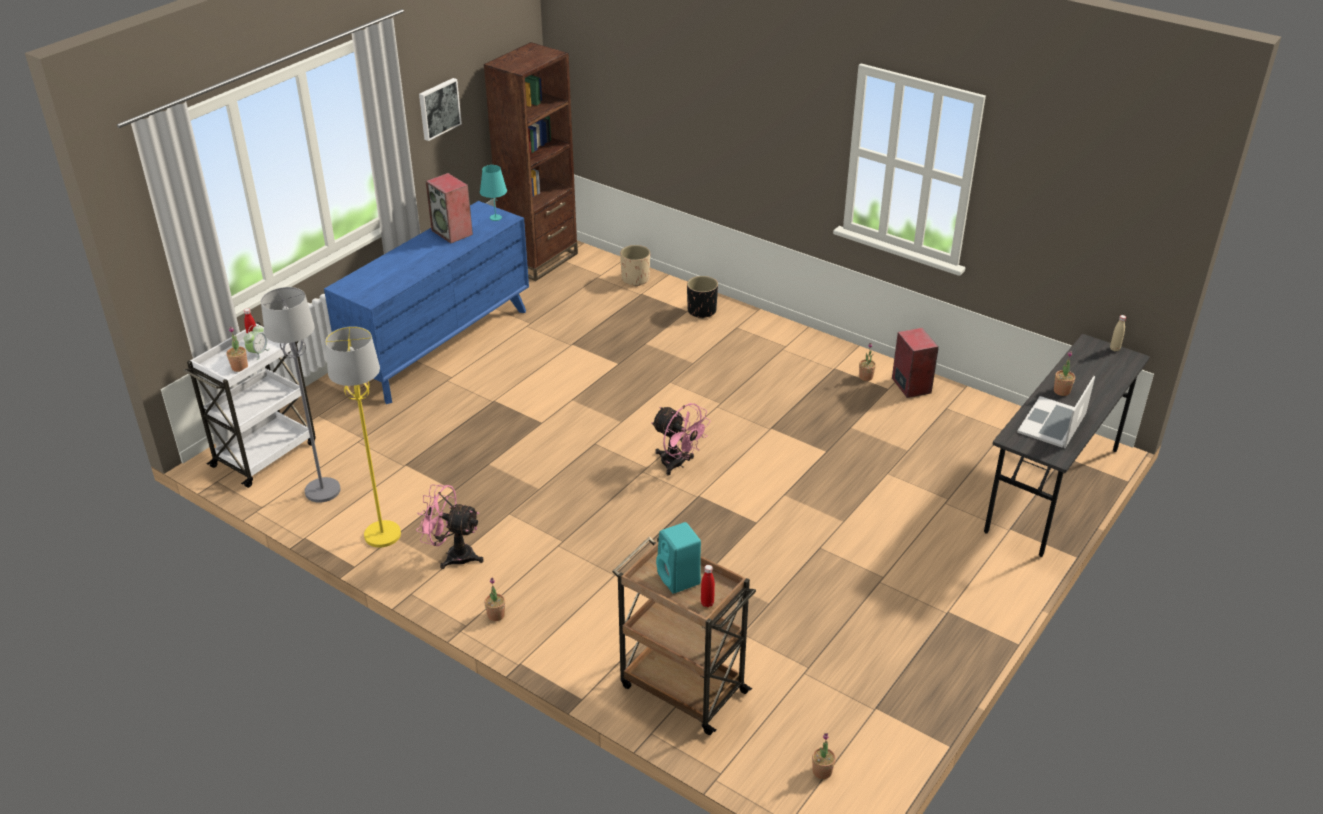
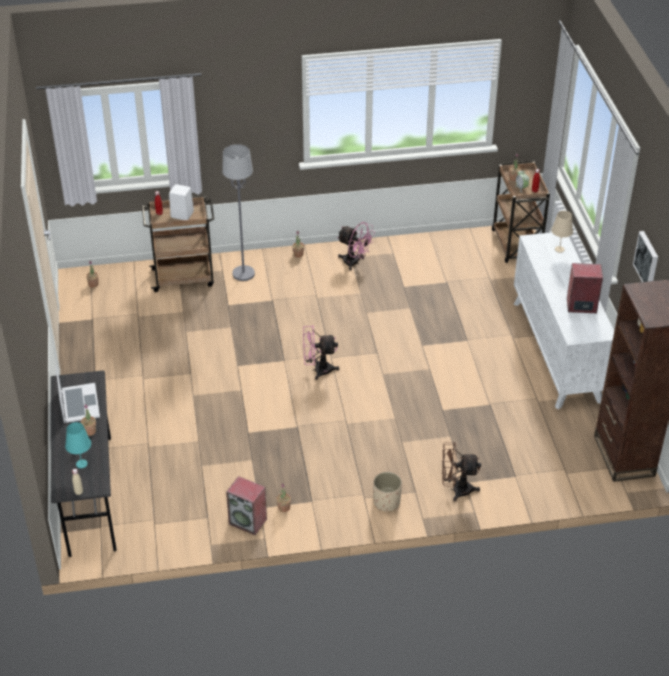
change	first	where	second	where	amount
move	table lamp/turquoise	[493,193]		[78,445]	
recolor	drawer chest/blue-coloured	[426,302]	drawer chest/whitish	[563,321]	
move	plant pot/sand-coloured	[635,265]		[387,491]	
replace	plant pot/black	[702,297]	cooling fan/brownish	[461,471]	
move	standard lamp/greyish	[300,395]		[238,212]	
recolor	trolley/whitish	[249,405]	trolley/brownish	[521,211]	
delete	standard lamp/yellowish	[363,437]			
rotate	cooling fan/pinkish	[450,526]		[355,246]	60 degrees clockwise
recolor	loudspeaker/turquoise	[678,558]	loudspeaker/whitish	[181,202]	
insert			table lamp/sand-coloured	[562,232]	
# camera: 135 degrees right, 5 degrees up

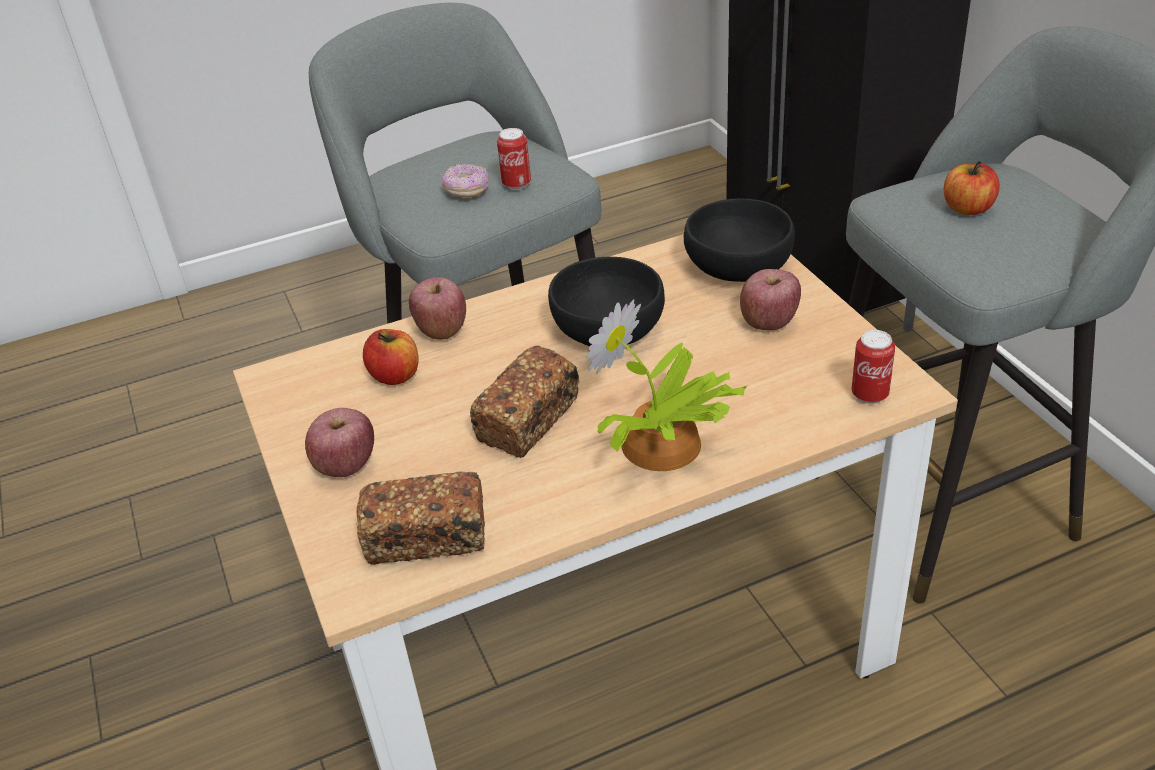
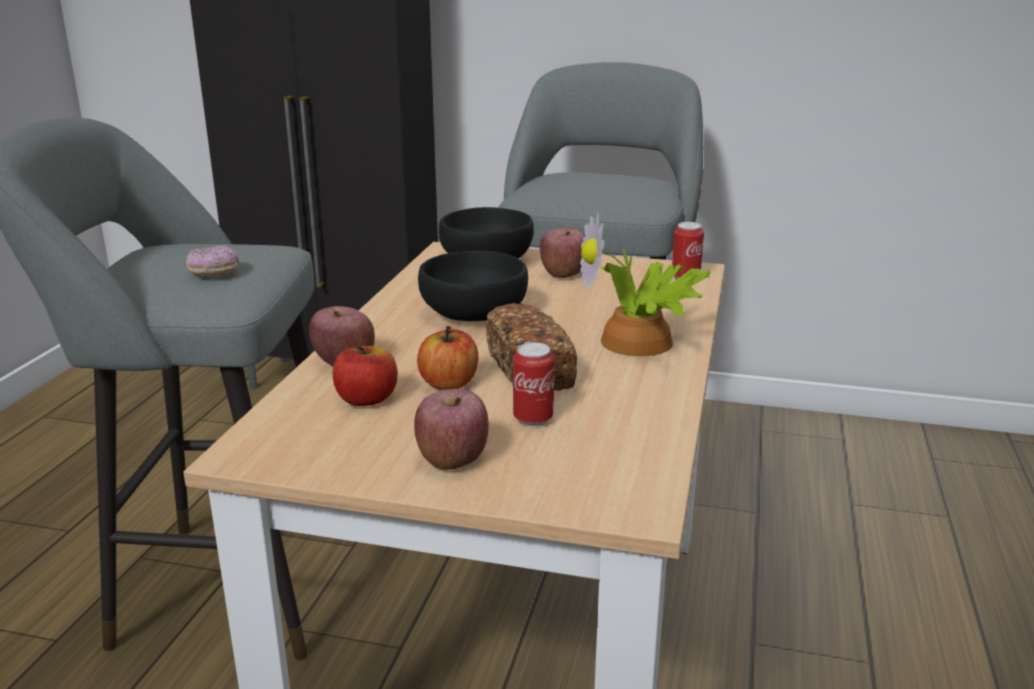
change	first	where	second	where	amount
move	sealed can	[514,159]		[534,384]	
move	apple fruit	[972,188]		[447,358]	
delete	baked bread	[421,518]			
# camera: 55 degrees left, 15 degrees down

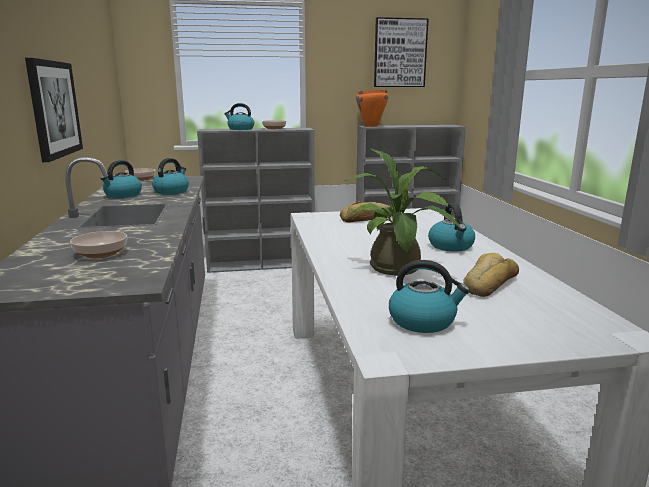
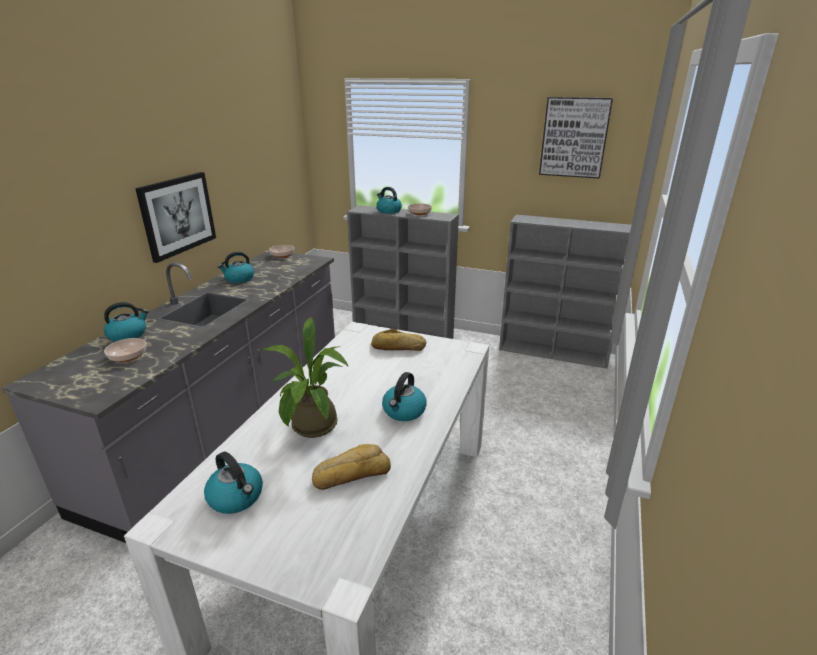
change	first	where	second	where	amount
delete	saucepot/orangey	[372,108]			
move	kettle	[170,176]		[126,322]	
# camera: 30 degrees right, 10 degrees up

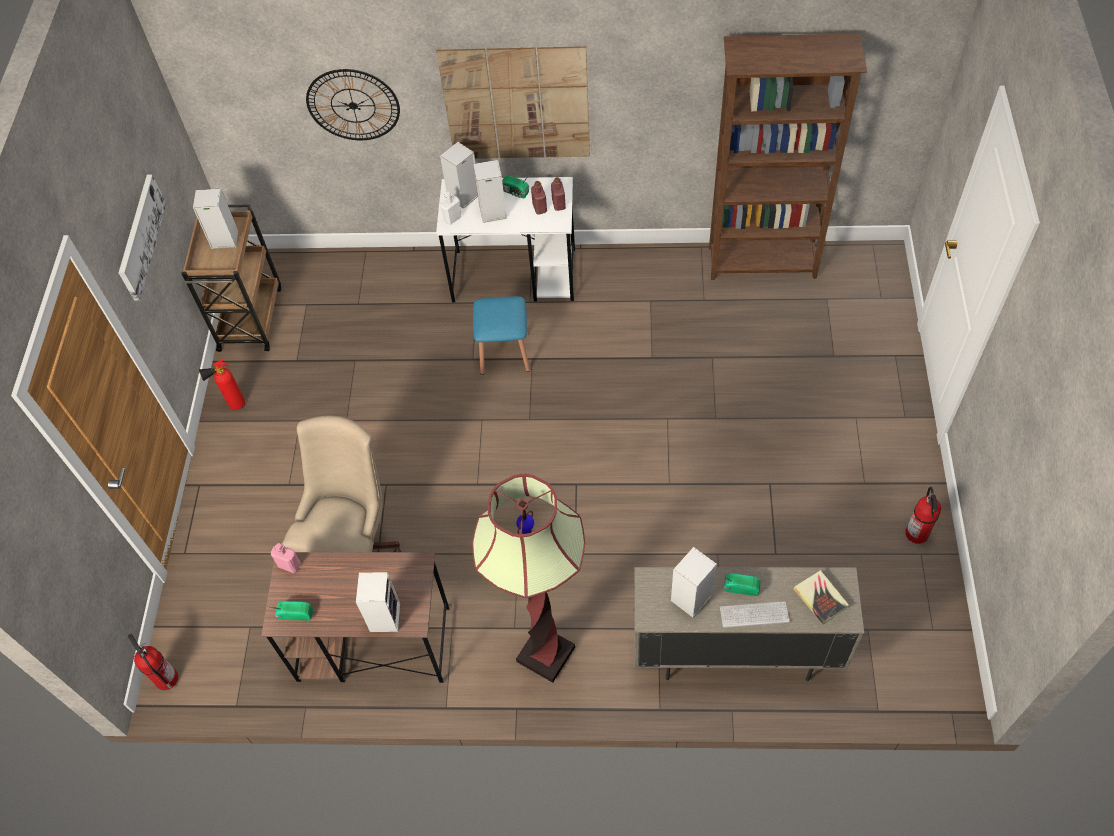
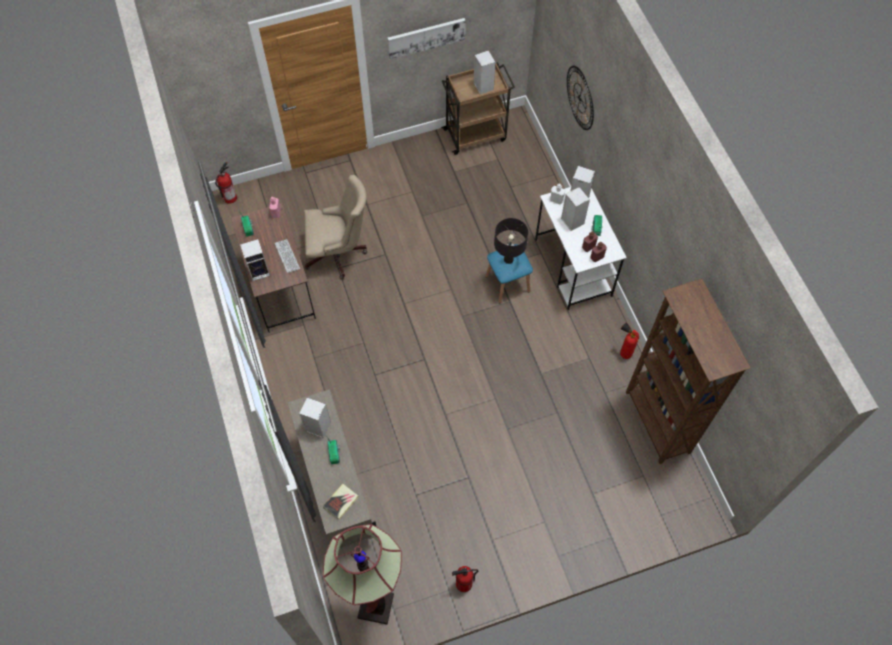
change	first	where	second	where	amount
delete	picture	[513,102]			
move	extinguisher	[222,385]		[630,340]	
move	standard lamp	[528,578]		[362,574]	
move	PC keyboard	[755,614]		[287,256]	
insert			table lamp/black	[511,241]	
# camera: 65 degrees right, 5 degrees up

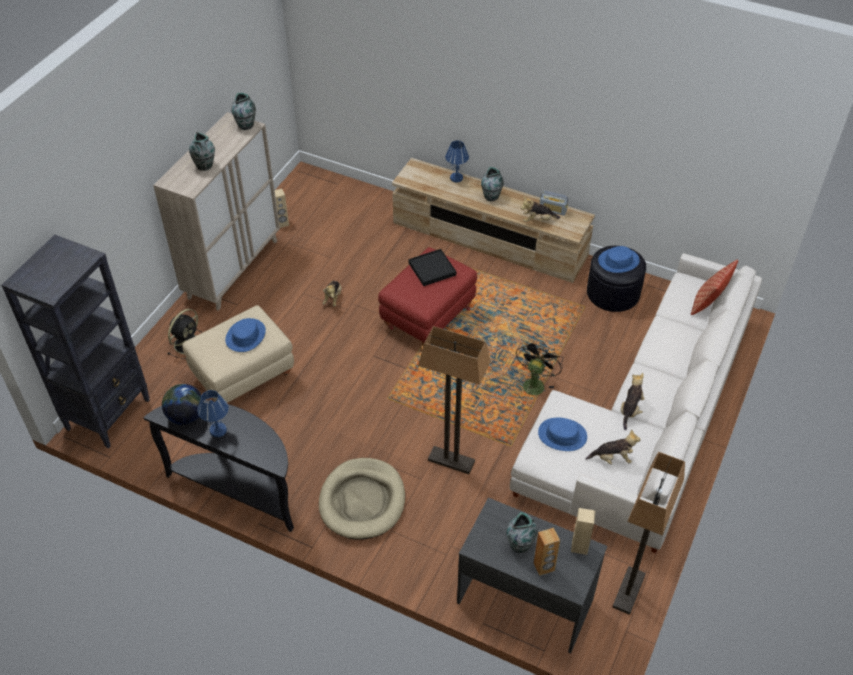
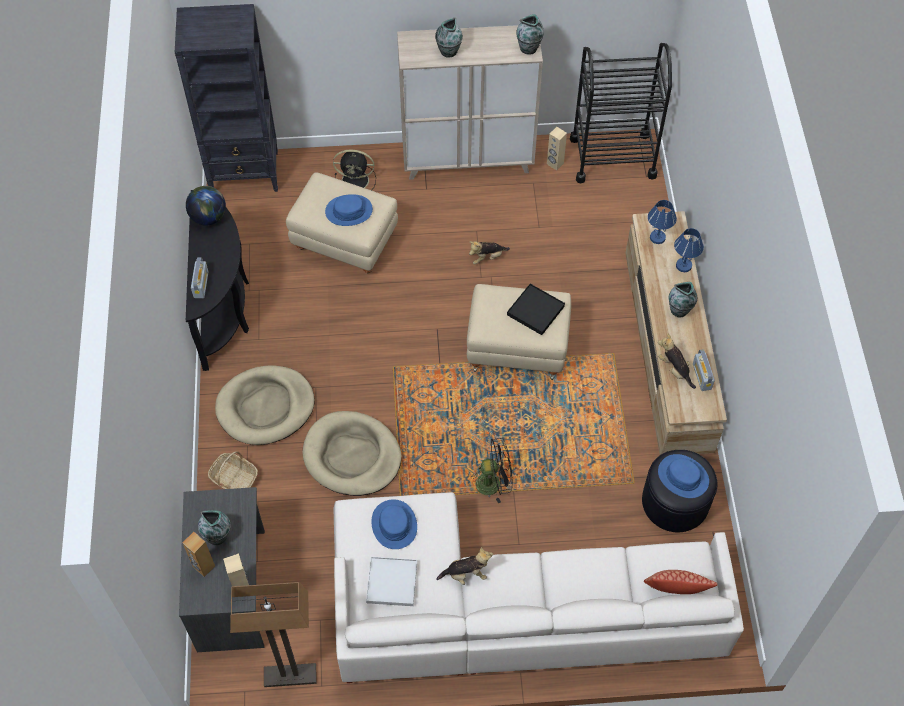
change	first	where	second	where	amount
recolor	footrest/red	[427,296]	footrest/sand-coloured	[519,332]	
replace	standard lamp	[454,400]	pet bed/sand-coloured	[352,453]	
move	table lamp/blue-coloured	[213,413]		[662,222]	
replace	plush toy	[613,447]	serving tray/whitish	[391,581]	
insert			trolley/black	[621,113]	
insert			radio set	[200,277]	
insert			basket	[233,470]	
# camera: 60 degrees right, 10 degrees up

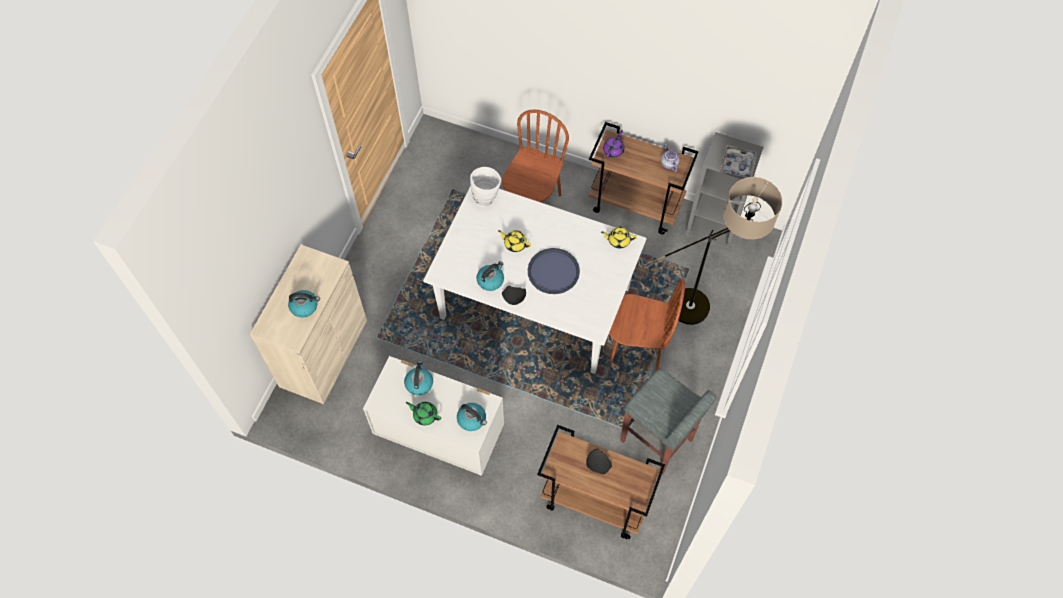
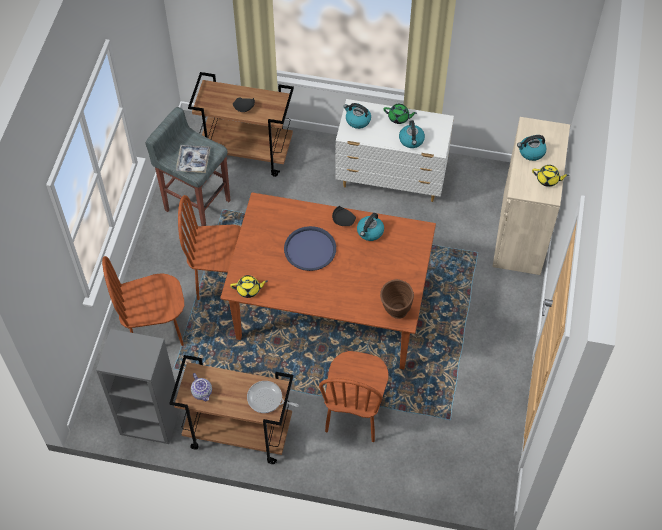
change	first	where	second	where	amount
replace	teapot/purplish	[613,144]	pan	[273,397]	
move	serving tray	[738,161]		[193,159]	
recolor	decorative vase/whitish	[485,187]	decorative vase/brownish	[397,299]	
replace	standard lamp	[719,251]	chair/brownish	[143,301]	
recolor	dining table/whitish	[535,280]	dining table/brownish	[328,281]	
move	teapot/yellowish	[514,241]		[550,176]	
# camera: 170 degrees right, 5 degrees down

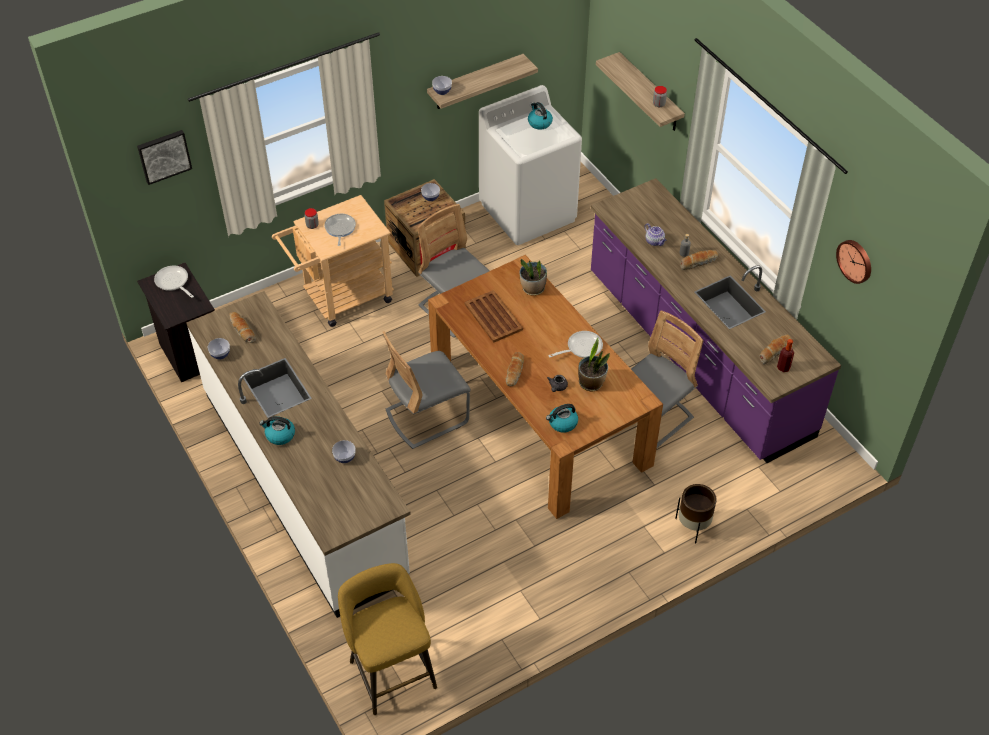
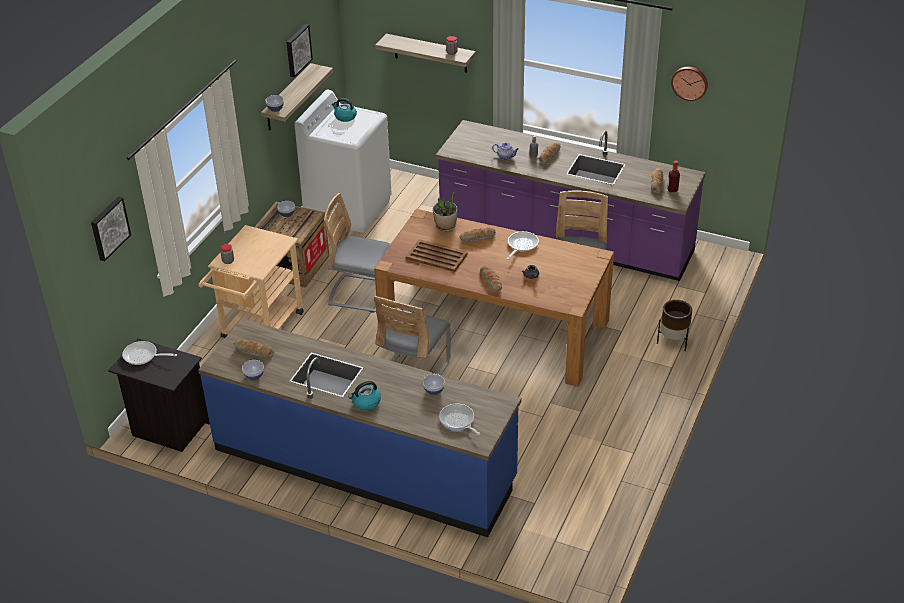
change	first	where	second	where	amount
move	pan	[340,230]		[459,419]	
recolor	kitchen counter/whitish	[298,454]	kitchen counter/blue-coloured	[359,427]	
delete	potted plant	[594,364]			
delete	kettle	[562,418]			
delete	sitting stool/yellowish	[387,639]			
insert			picture	[300,50]	
insert			baked bread	[477,234]	
# camera: 35 degrees left, 10 degrees down

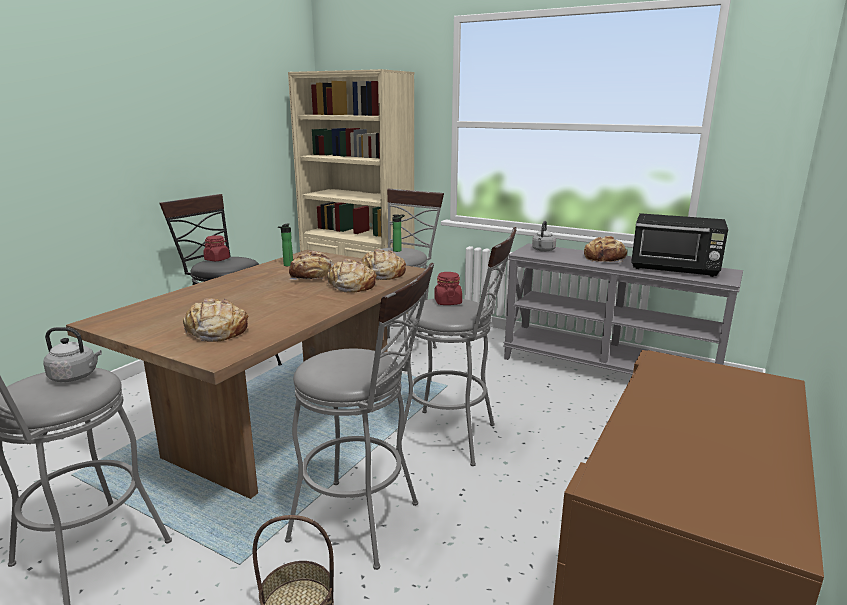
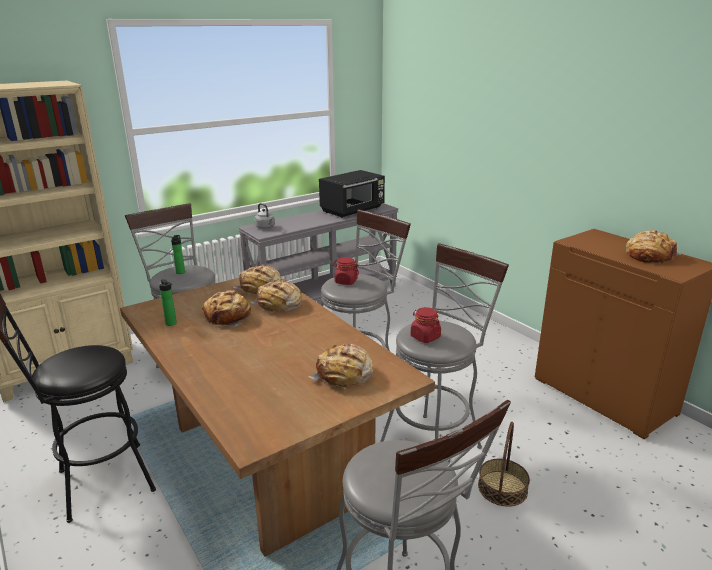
change	first	where	second	where	amount
move	storage jar/red	[216,248]		[426,325]	
move	baked bread	[605,249]		[653,247]	
delete	kettle/greyish	[72,354]			
# camera: 65 degrees left, 5 degrees up

